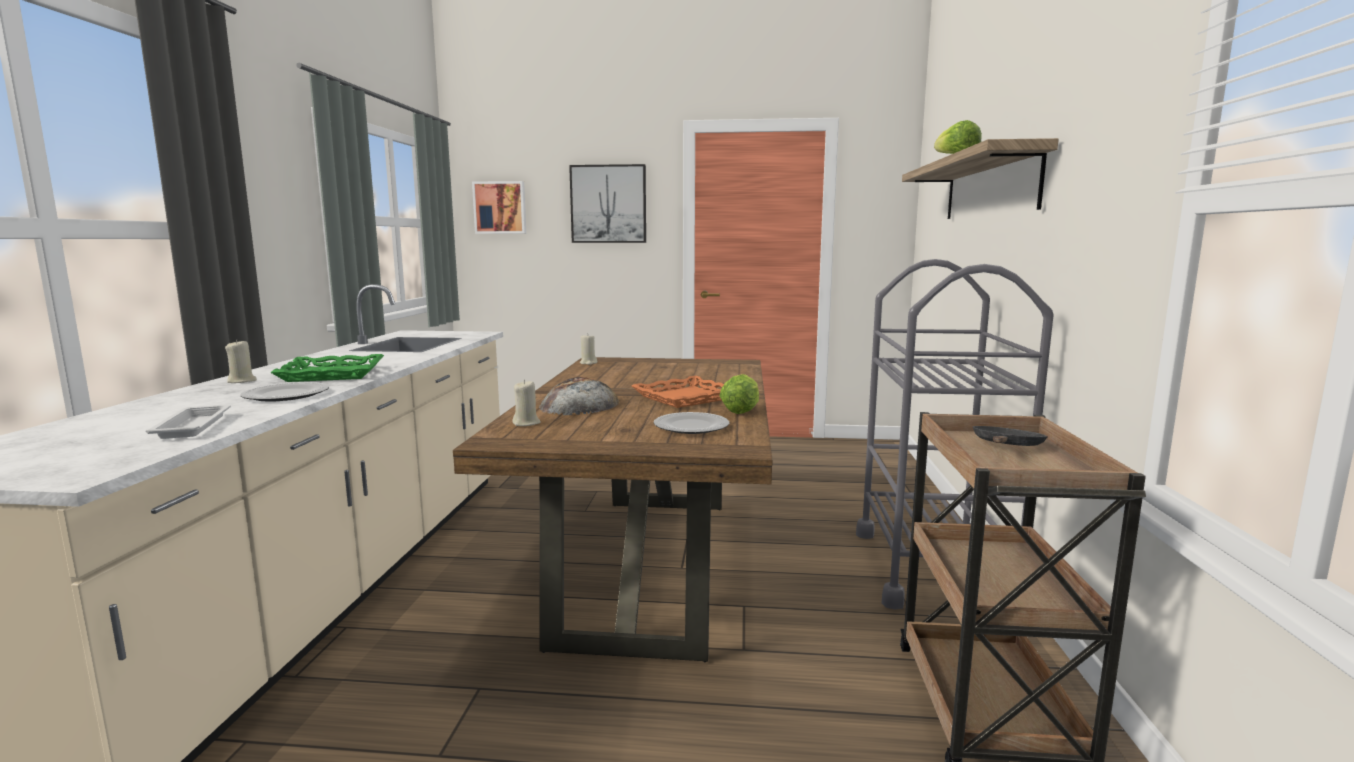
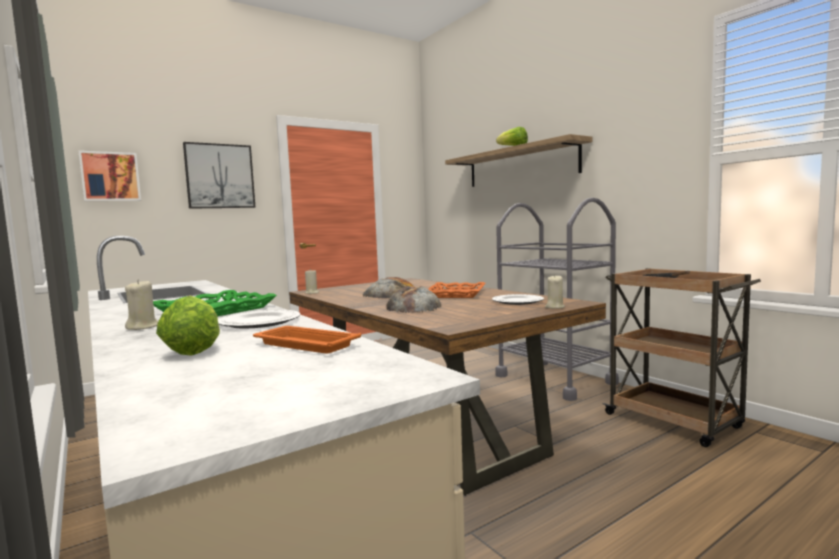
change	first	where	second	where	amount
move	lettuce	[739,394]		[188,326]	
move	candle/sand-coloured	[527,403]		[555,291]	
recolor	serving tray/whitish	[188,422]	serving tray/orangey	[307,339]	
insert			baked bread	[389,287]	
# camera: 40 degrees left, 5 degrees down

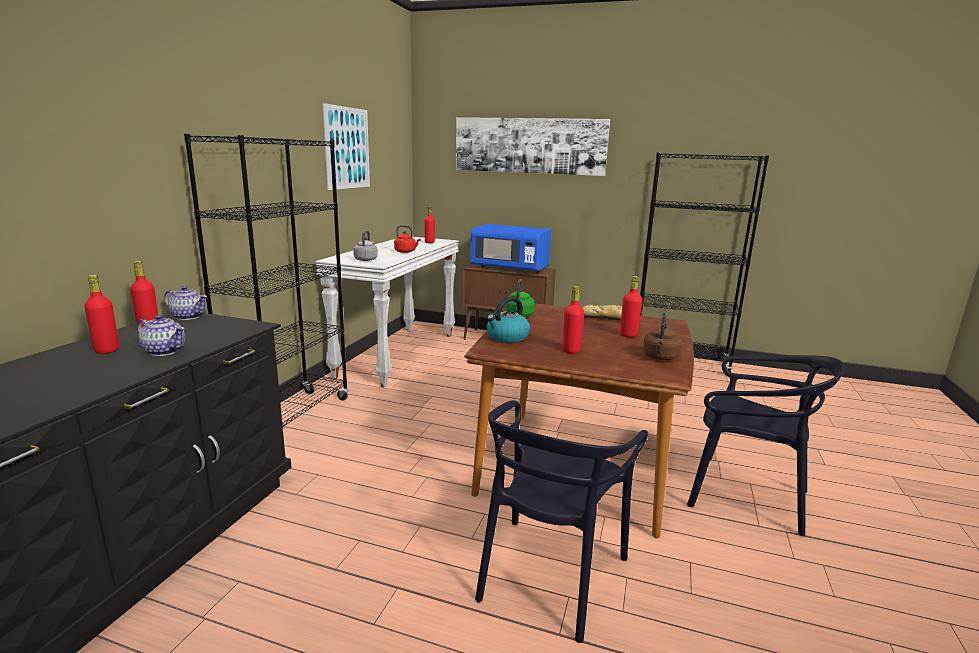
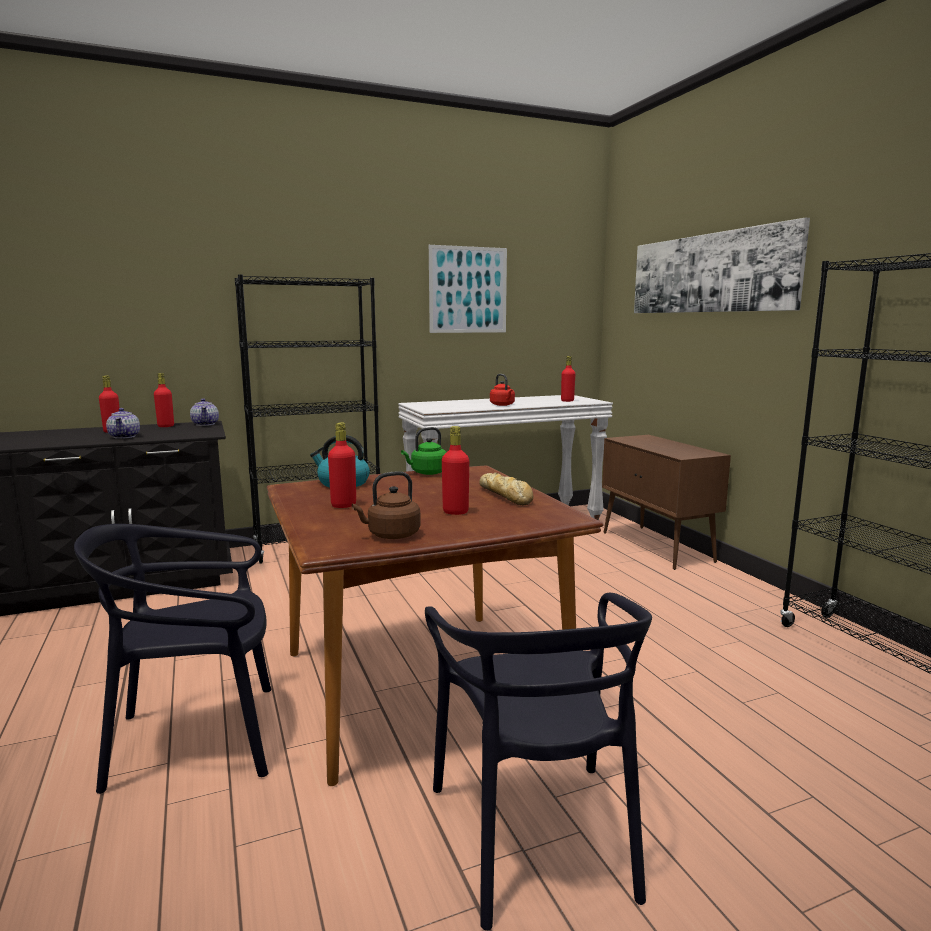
change	first	where	second	where	amount
delete	kitchen microwave/blue-coloured	[510,249]			
delete	kettle/greyish	[365,246]			
# camera: 50 degrees right, 5 degrees down

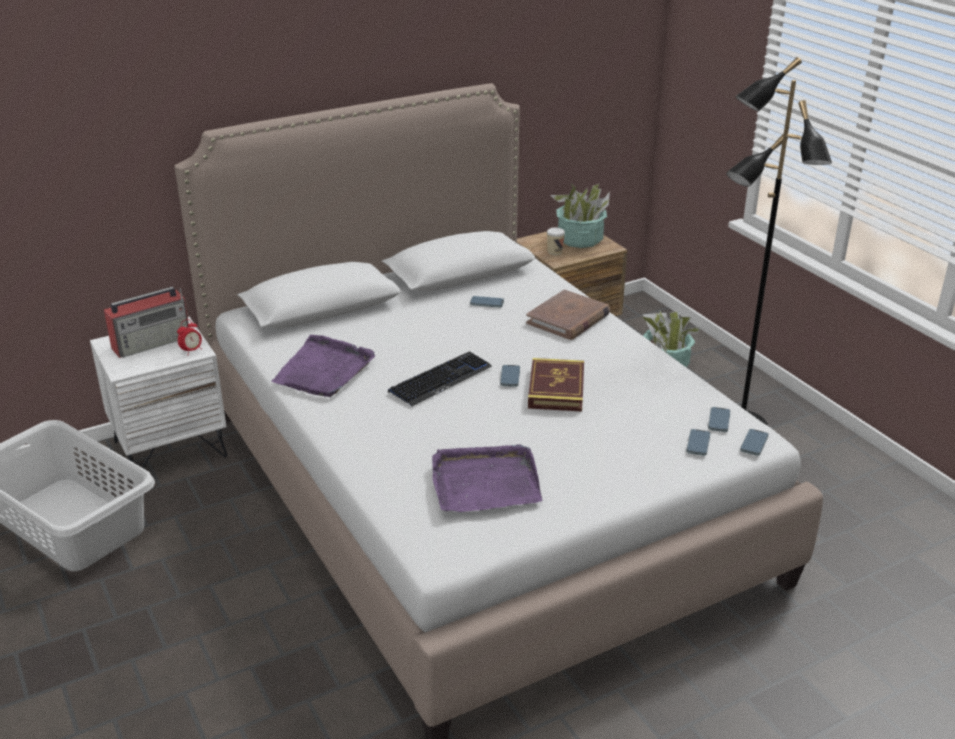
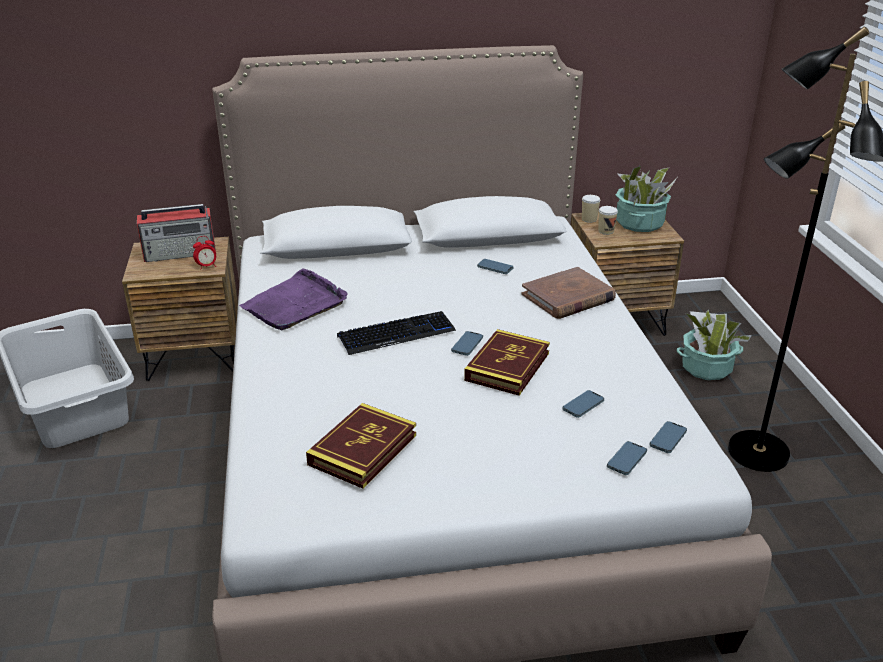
change	first	where	second	where	amount
recolor	bedside table/whitish	[159,393]	bedside table/brownish	[180,309]	
move	phone	[754,442]		[583,404]	
replace	serving tray/purplish	[487,478]	bound book	[361,446]	
insert			small cup	[591,209]	
# camera: 20 degrees right, 0 degrees up

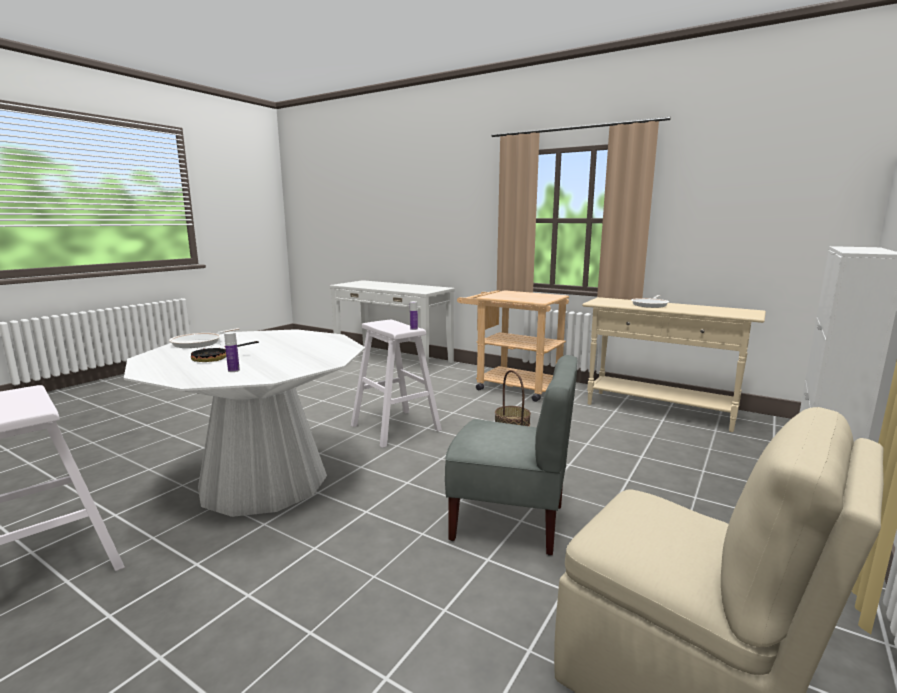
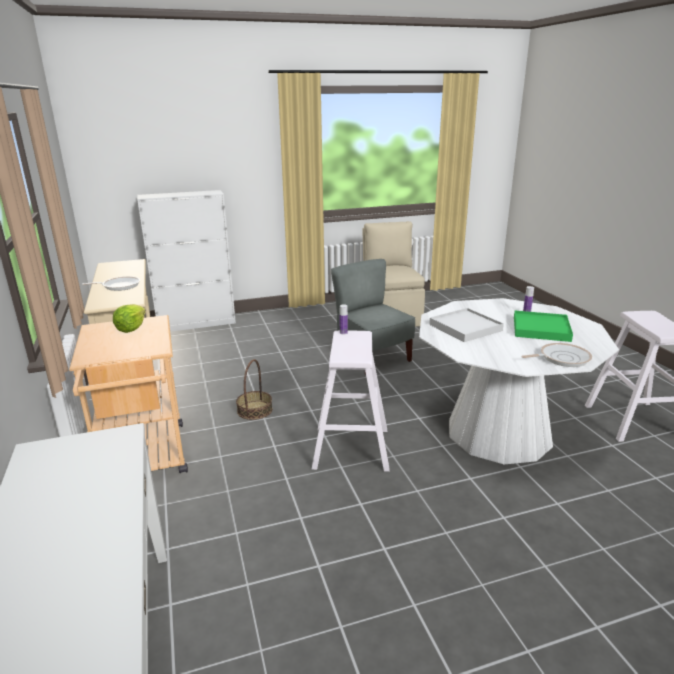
change	first	where	second	where	amount
replace	pan	[225,351]	serving tray/green	[543,326]	
insert			lettuce	[129,318]	
insert			serving tray/whitish	[466,325]	
# camera: 140 degrees left, 10 degrees up

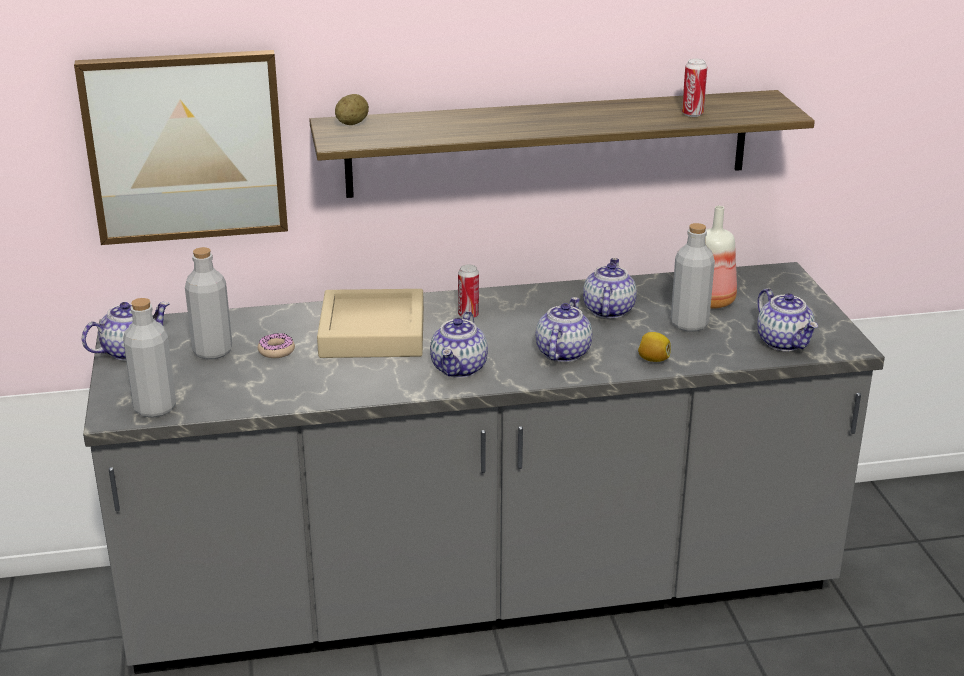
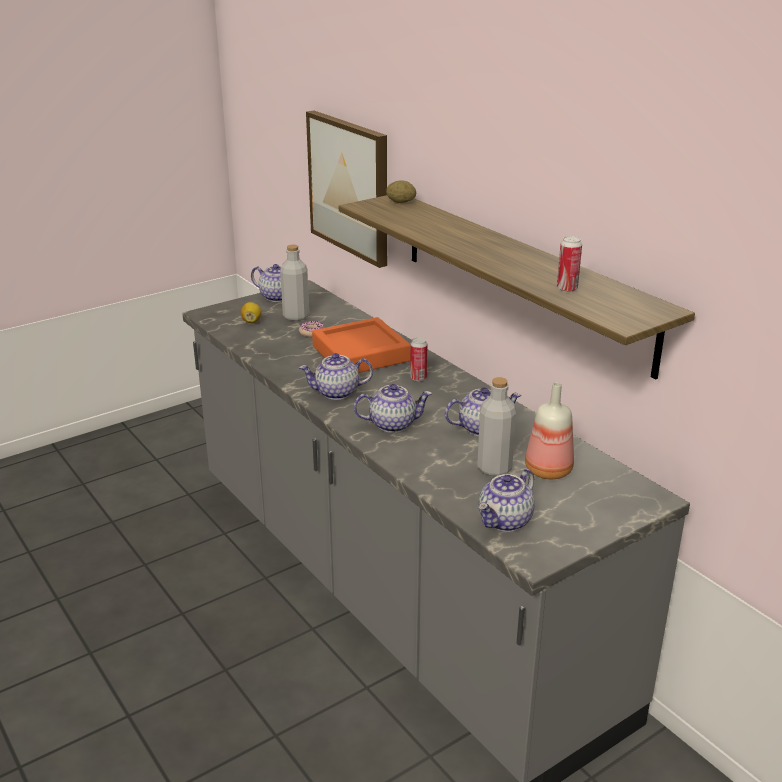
change	first	where	second	where	amount
recolor	serving tray/sand-coloured	[370,323]	serving tray/orangey	[361,345]	
delete	beverage bottle/greyish	[149,358]			
move	lemon	[654,347]		[251,312]	
# camera: 65 degrees right, 0 degrees up

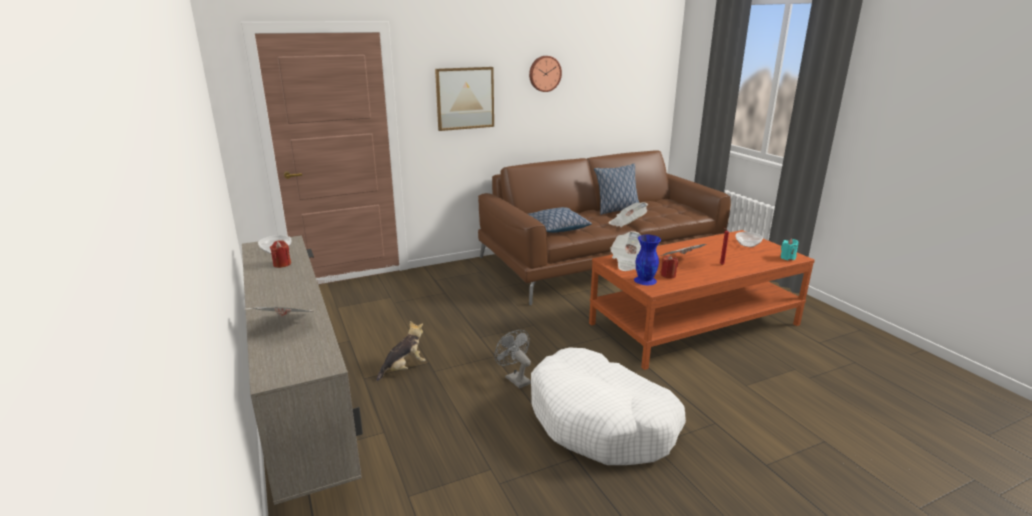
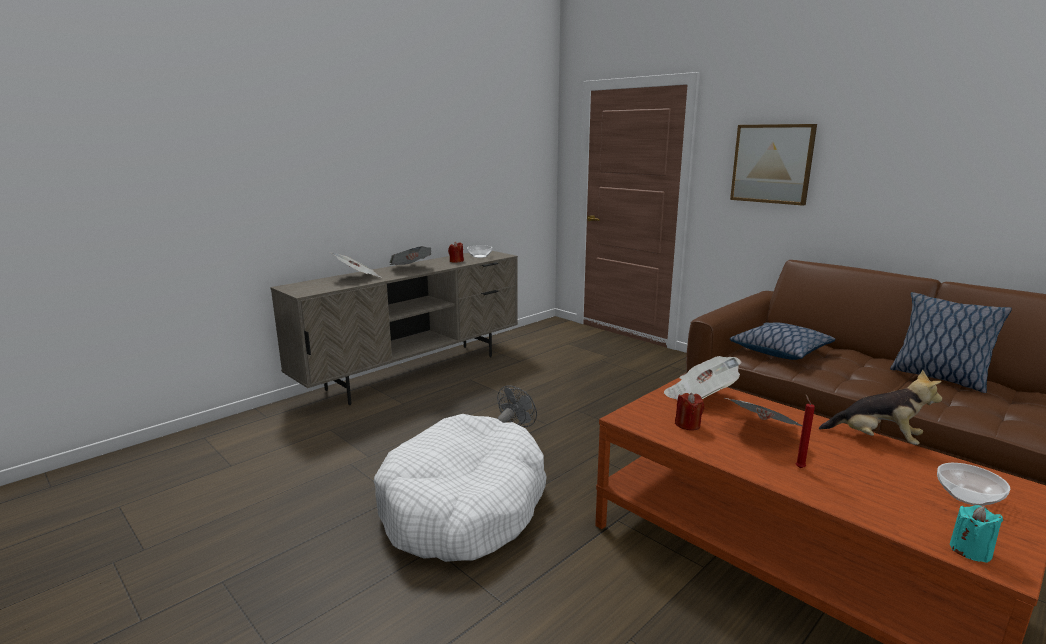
change	first	where	second	where	amount
delete	clock on the wall	[545,74]			
move	newspaper	[628,214]		[411,255]	
delete	decorative vase/blue-coloured	[647,260]			
move	plush toy	[401,351]		[880,407]	
# camera: 70 degrees right, 5 degrees down

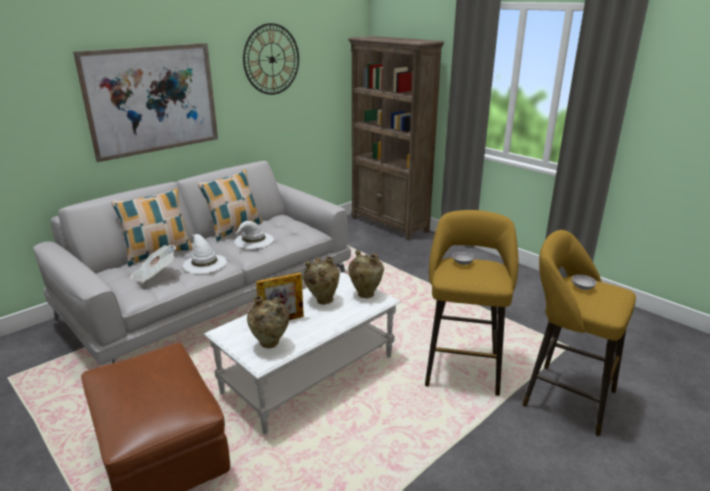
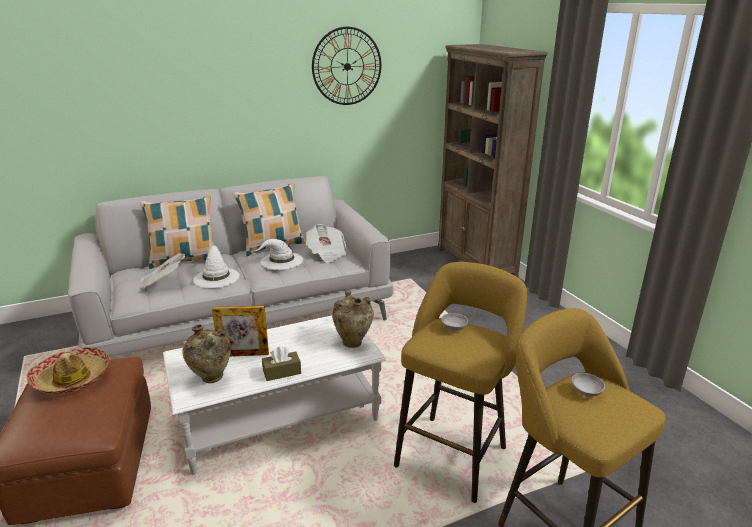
change	first	where	second	where	amount
delete	picture	[145,102]			
delete	decorative vase/sand-coloured	[321,280]			
insert			newspaper	[326,243]	
insert			tissue holder/brownish	[281,363]	
insert			hat	[68,371]	
# camera: 20 degrees right, 0 degrees up

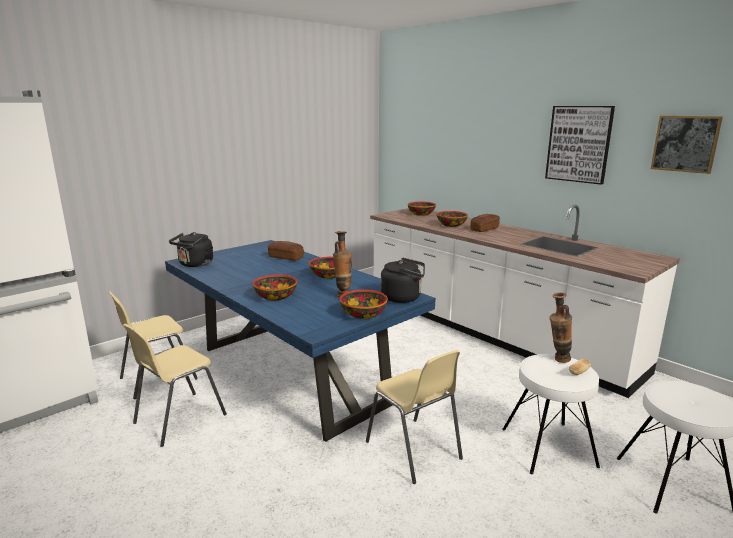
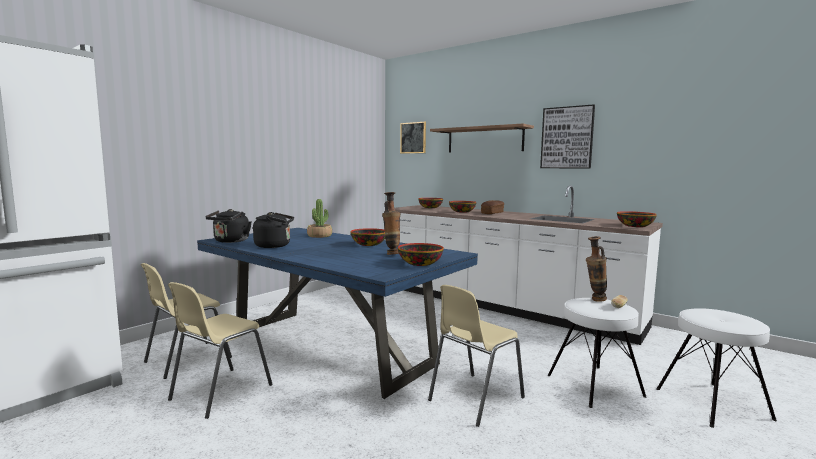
change	first	where	second	where	amount
move	picture	[687,145]		[413,138]	
replace	baked bread	[286,251]	potted plant	[319,218]	
move	kettle/black	[403,280]		[273,230]	
move	serving bowl	[275,288]		[637,219]	
rotate	chair/sand-coloured	[414,417]		[476,356]	90 degrees clockwise
insert			bracket shelf	[482,138]	
# camera: 10 degrees left, 10 degrees down

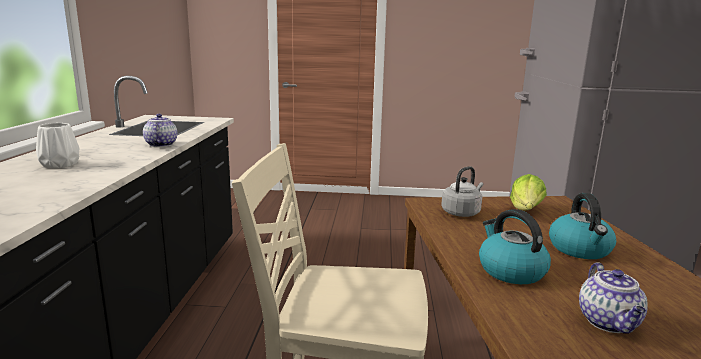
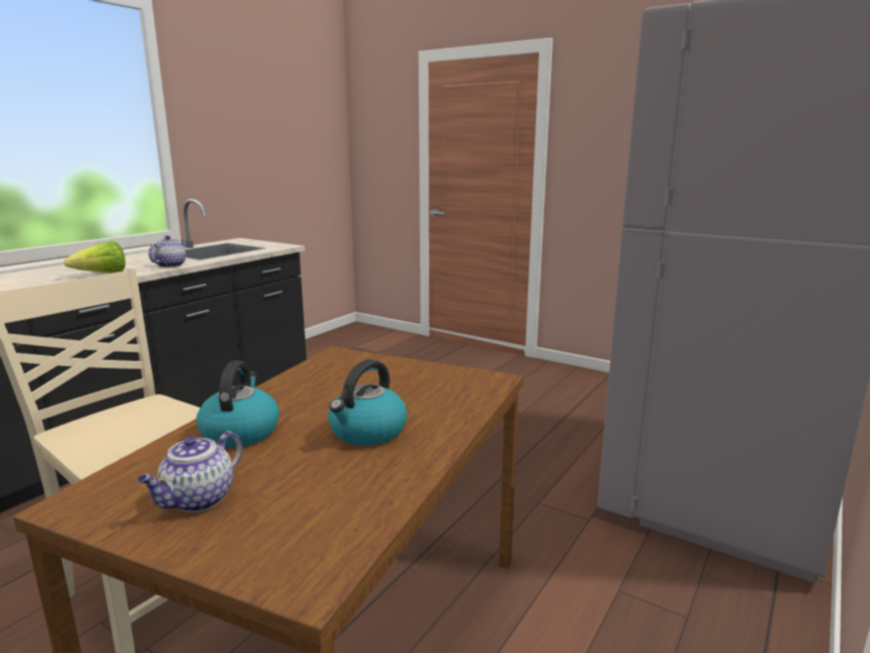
change	first	where	second	where	amount
delete	decorative vase/whitish	[57,145]			
delete	kettle/greyish	[462,191]			
move	lettuce	[528,192]		[94,257]	
# camera: 30 degrees right, 0 degrees up

